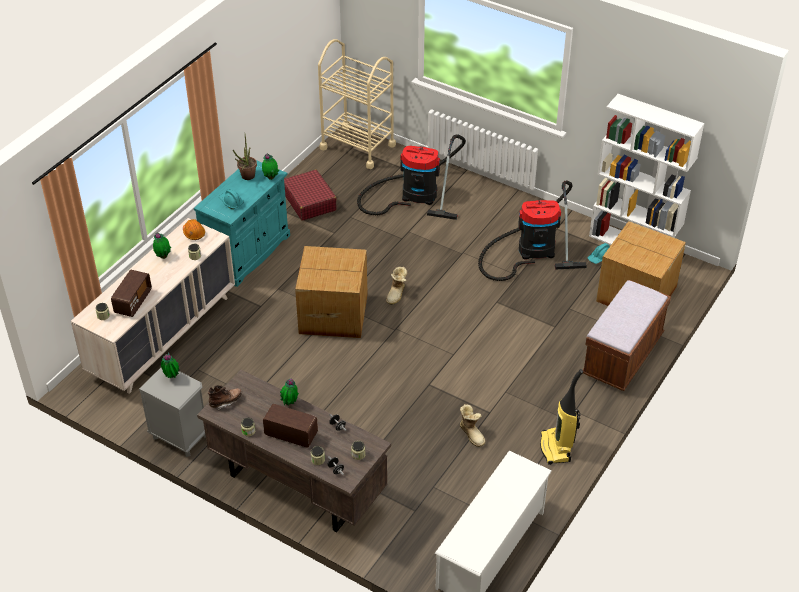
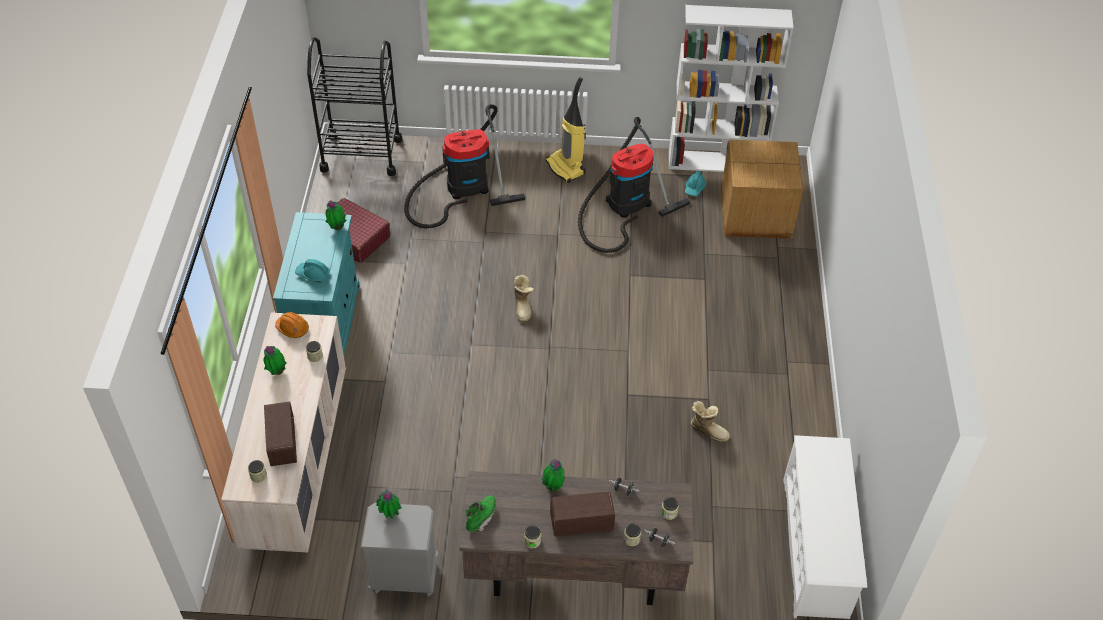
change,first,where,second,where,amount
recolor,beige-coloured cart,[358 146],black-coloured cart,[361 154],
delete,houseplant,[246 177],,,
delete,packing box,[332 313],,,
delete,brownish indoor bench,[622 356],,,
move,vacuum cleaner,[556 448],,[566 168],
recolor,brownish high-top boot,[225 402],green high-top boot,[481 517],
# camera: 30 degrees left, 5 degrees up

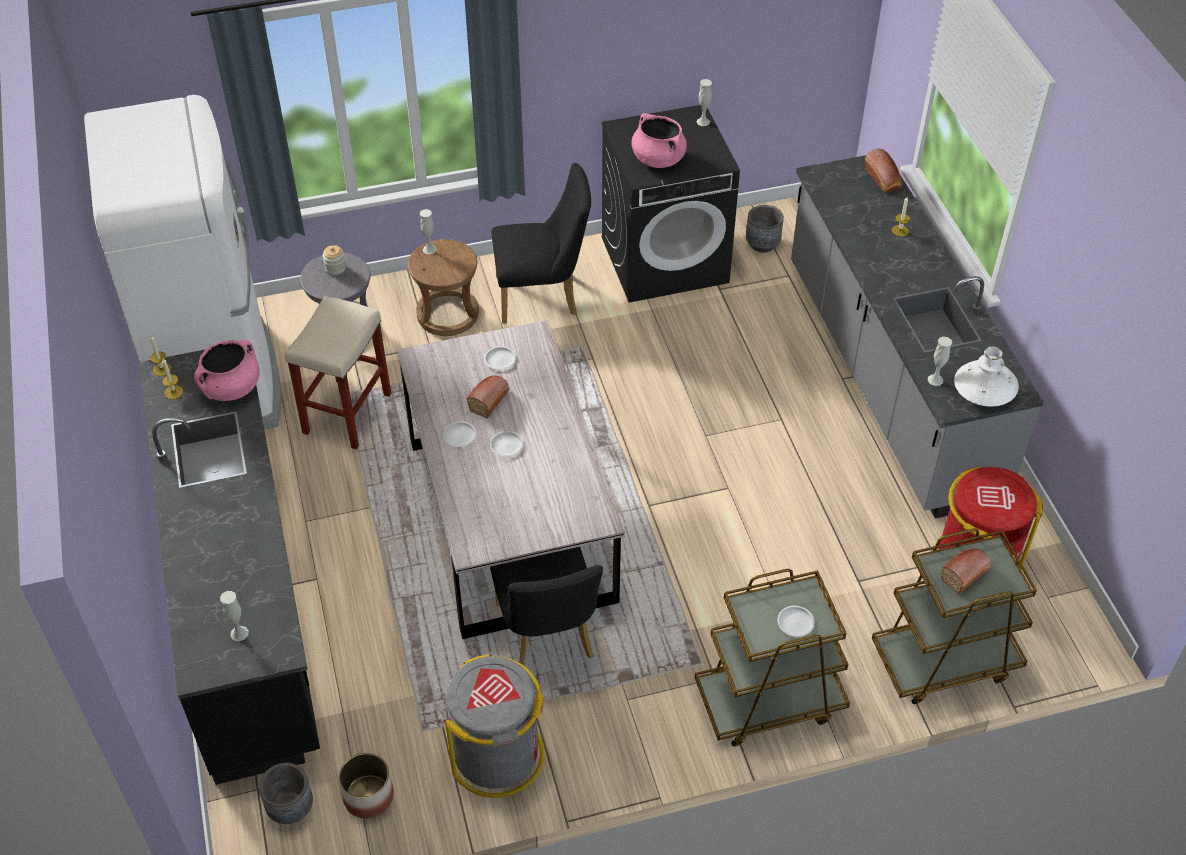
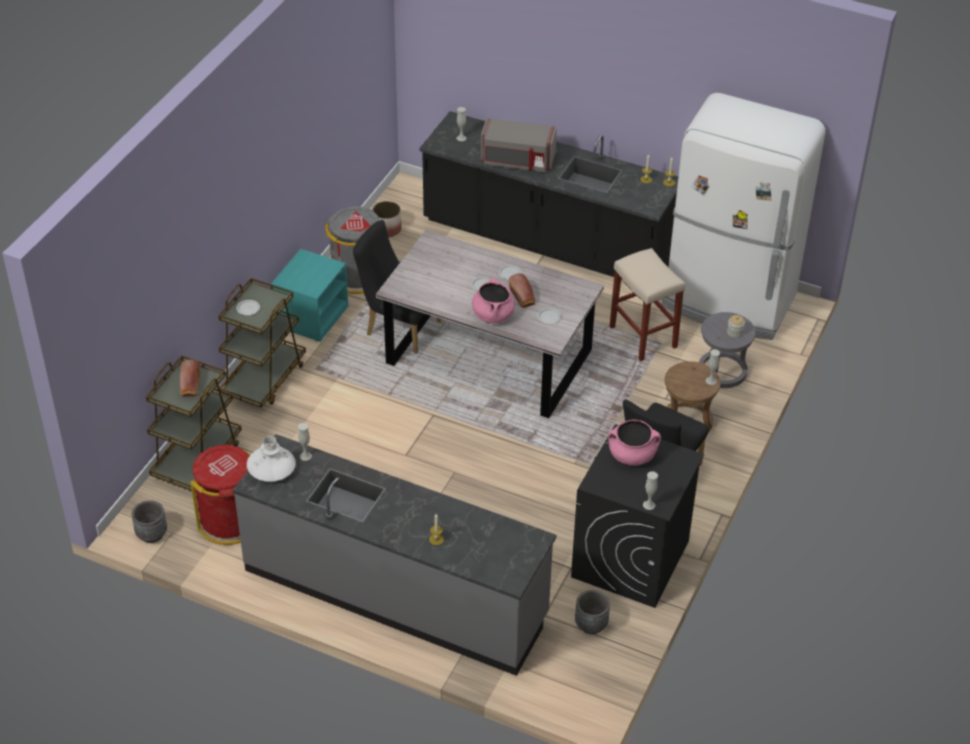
change,first,where,second,where,amount
delete,baked bread,[883 179],,,
move,pink-coloured cooking pot,[231 388],,[492 315],
move,greyish flower pot,[291 808],,[152 534],
insert,,,greyish kitchen microwave,[517 161],
insert,,,turquoise bedside table,[311 316],
# camera: 130 degrees right, 5 degrees down

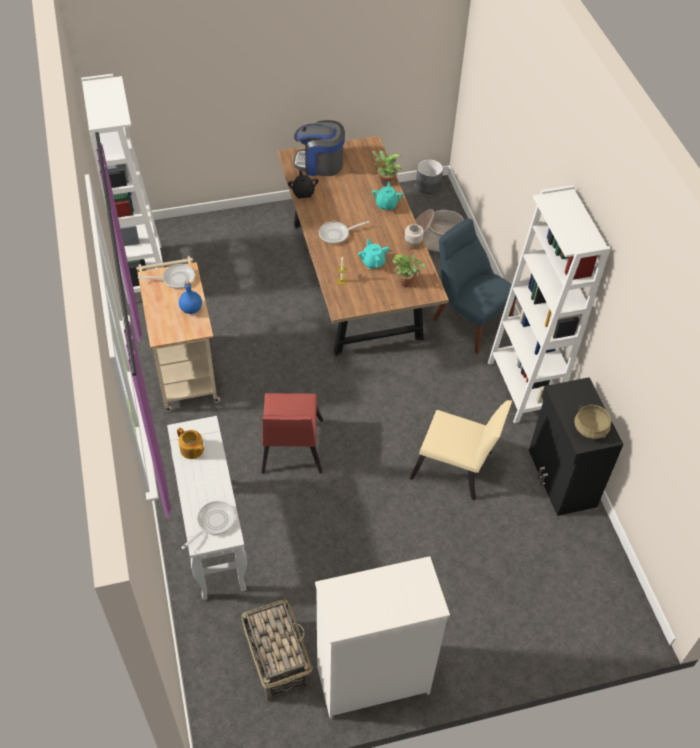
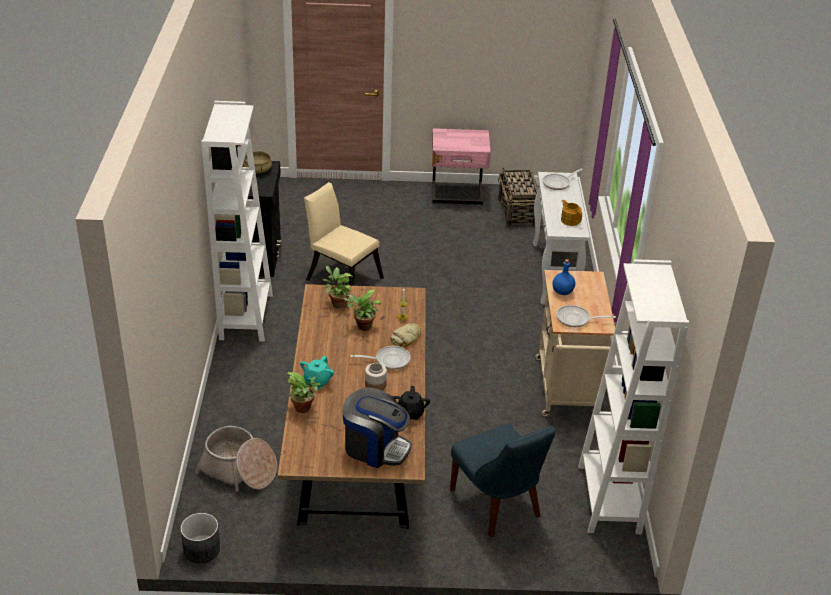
change,first,where,second,where,amount
move,blue-coloured plain chair,[468 321],,[497 505],
move,jar,[413 242],,[375 385],
replace,turquoise teapot,[373 262],houseplant,[362 327],
delete,red-coloured plain chair,[291 450],,,
replace,white chest of drawers,[371 679],pink-coloured bedside table,[457 195],
insert,,,baked bread,[406 338],
# camera: 165 degrees left, 15 degrees down

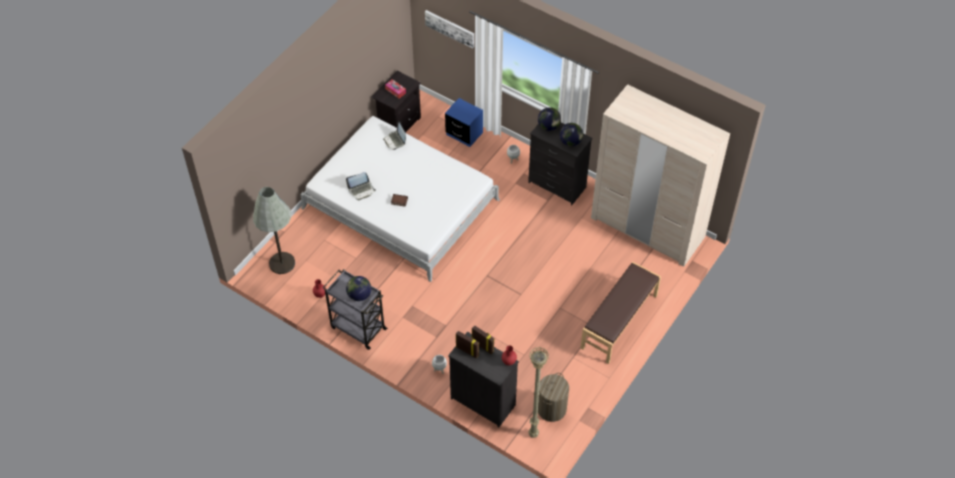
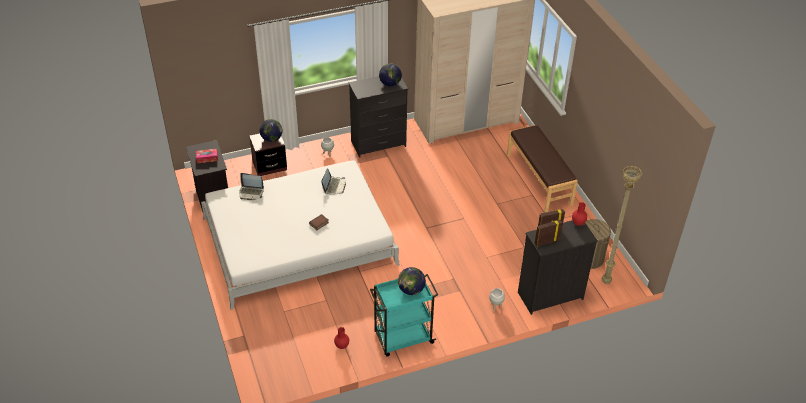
change,first,where,second,where,amount
delete,wall picture,[450 28],,,
recolor,blue-coloured bedside table,[464 134],brownish bedside table,[269 166],
move,world globe,[548 126],,[271 139],
move,laptop,[361 190],,[334 186],
delete,greyish standard lamp,[282 263],,,
recolor,greyish cart,[357 327],turquoise cart,[402 338],
# camera: 55 degrees left, 10 degrees down

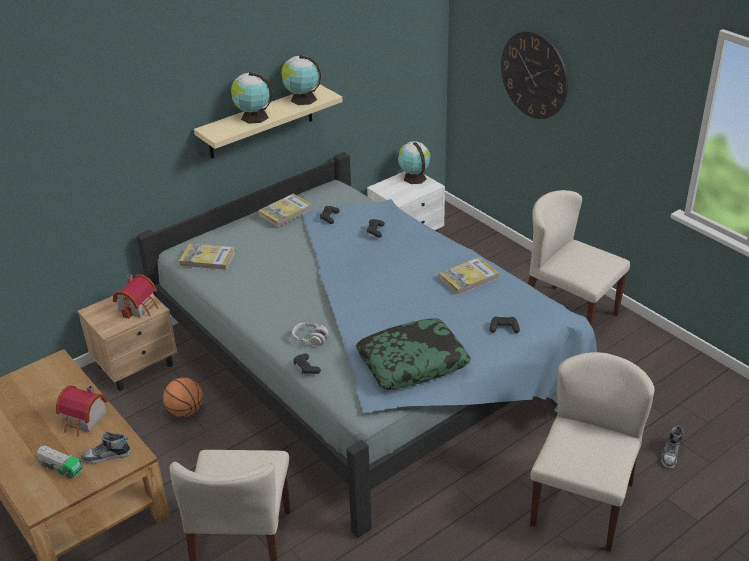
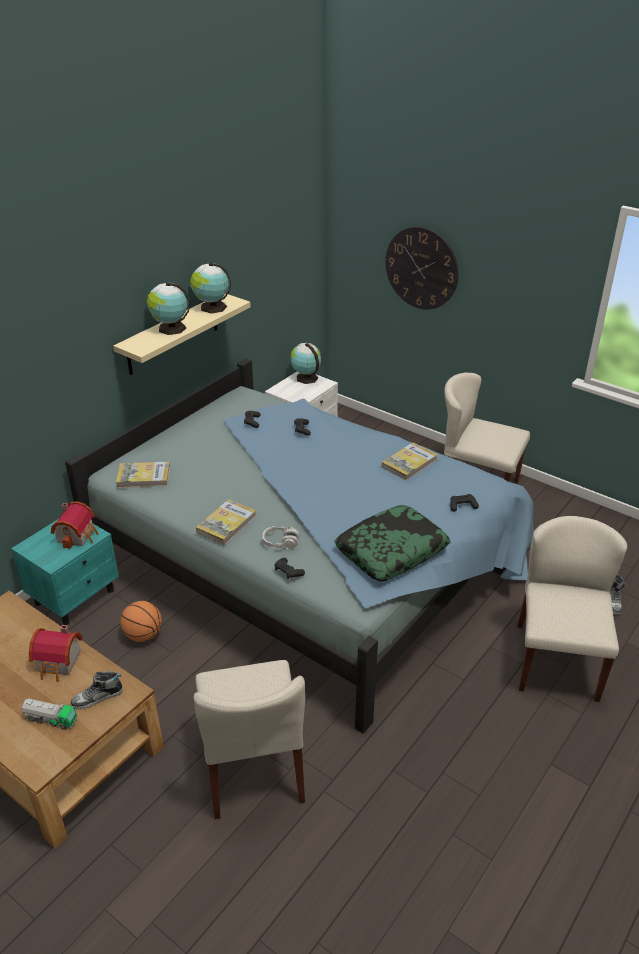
change,first,where,second,where,amount
move,volume,[285 212],,[226 524],
recolor,beige-coloured bedside table,[137 365],turquoise bedside table,[76 596],
# camera: 15 degrees left, 0 degrees up

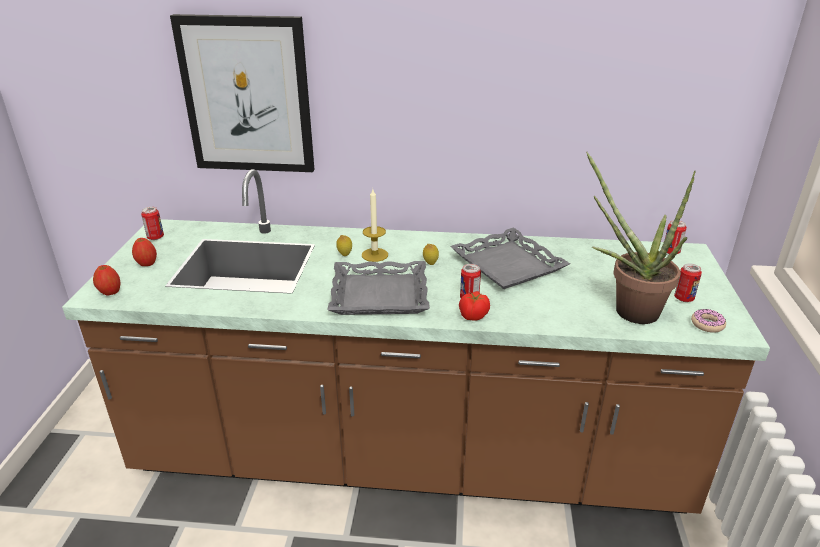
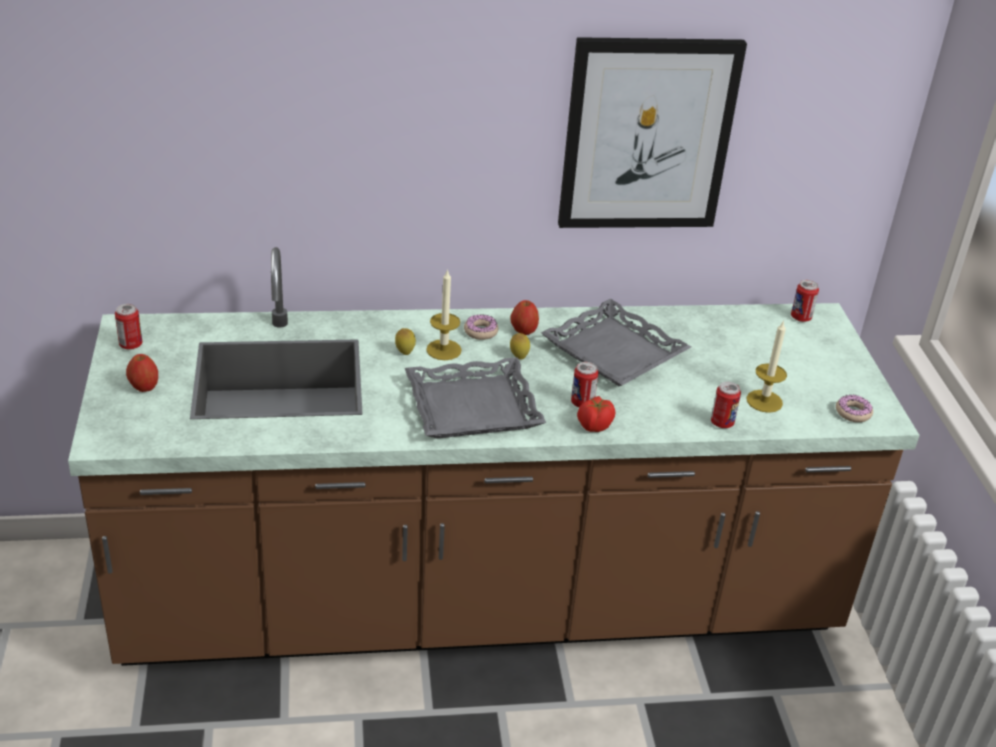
change,first,where,second,where,amount
move,wall picture,[247 96],,[647 134],
replace,houseplant,[627 309],wax light,[764 401],
move,sealed can,[683 298],,[722 423],
move,whole apple,[110 292],,[523 331],
insert,,,ring doughnut,[480 331],
# camera: 15 degrees left, 5 degrees up

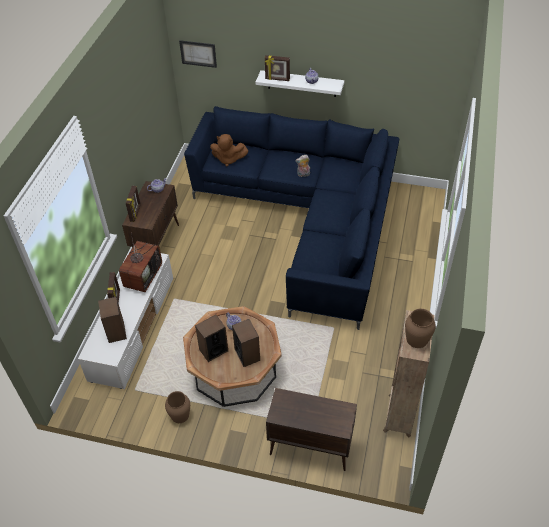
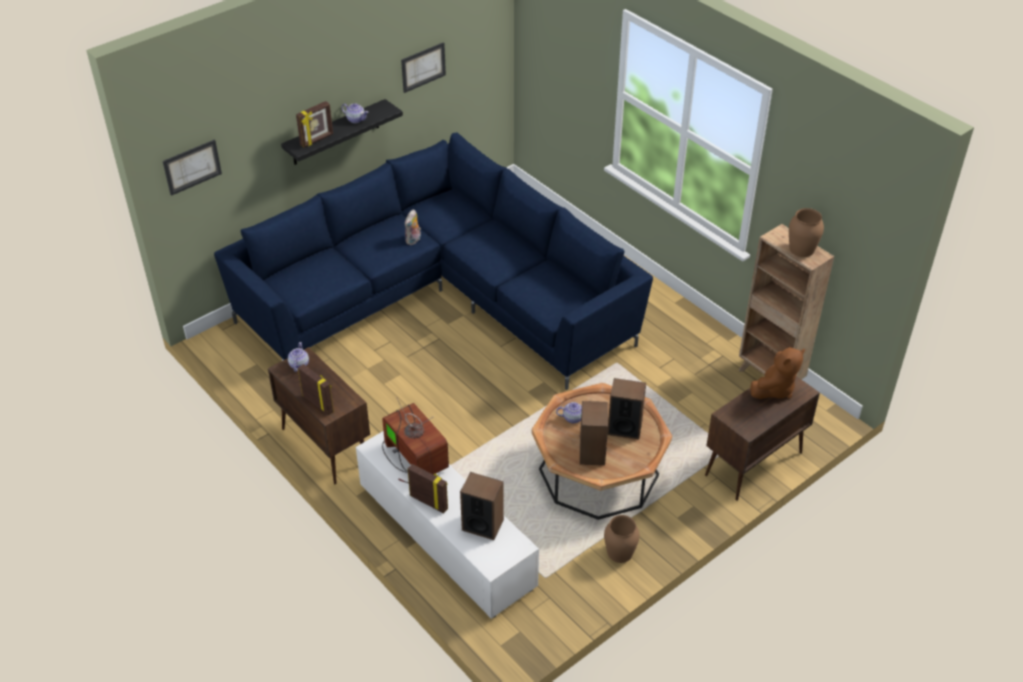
change,first,where,second,where,amount
recolor,white wall shelf,[302 83],black-coloured wall shelf,[335 133],
move,brownish cuddly toy,[228 159],,[774 389],
insert,,,wall picture,[423 67],
# camera: 55 degrees left, 5 degrees down

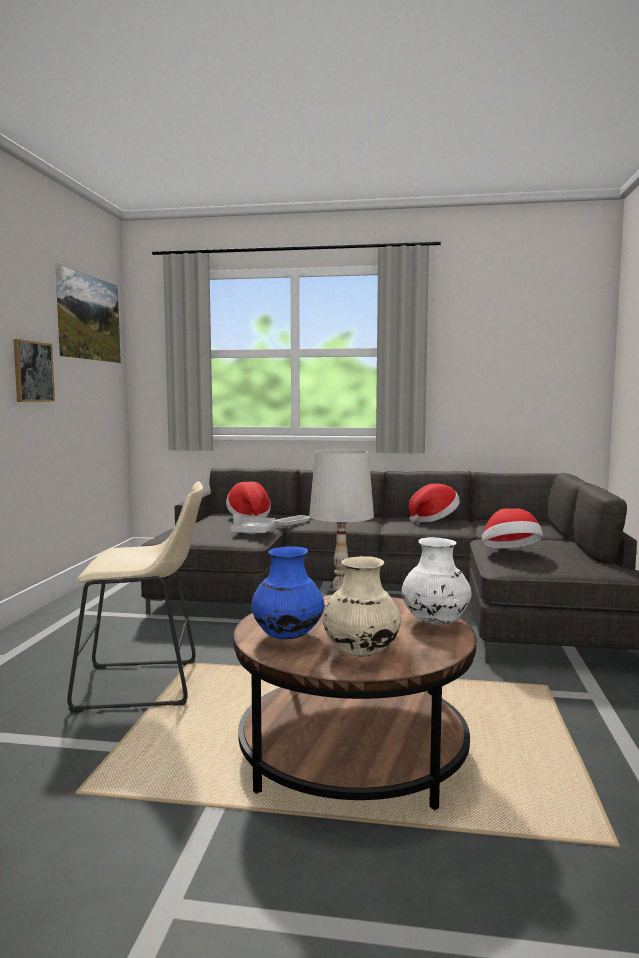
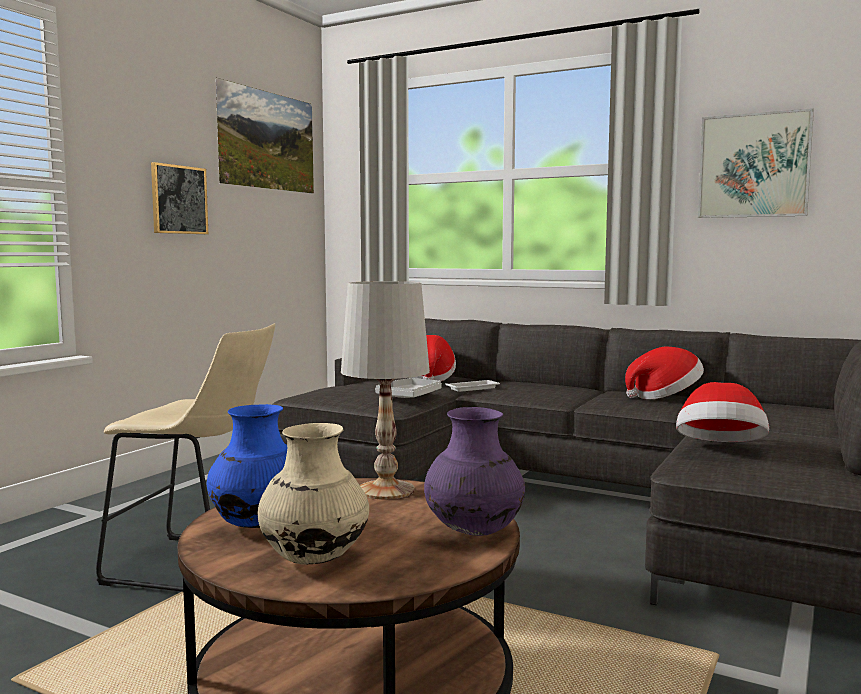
change,first,where,second,where,amount
recolor,white vase,[435 622],purplish vase,[473 532],
insert,,,wall picture,[753 165],
# camera: 20 degrees right, 0 degrees up

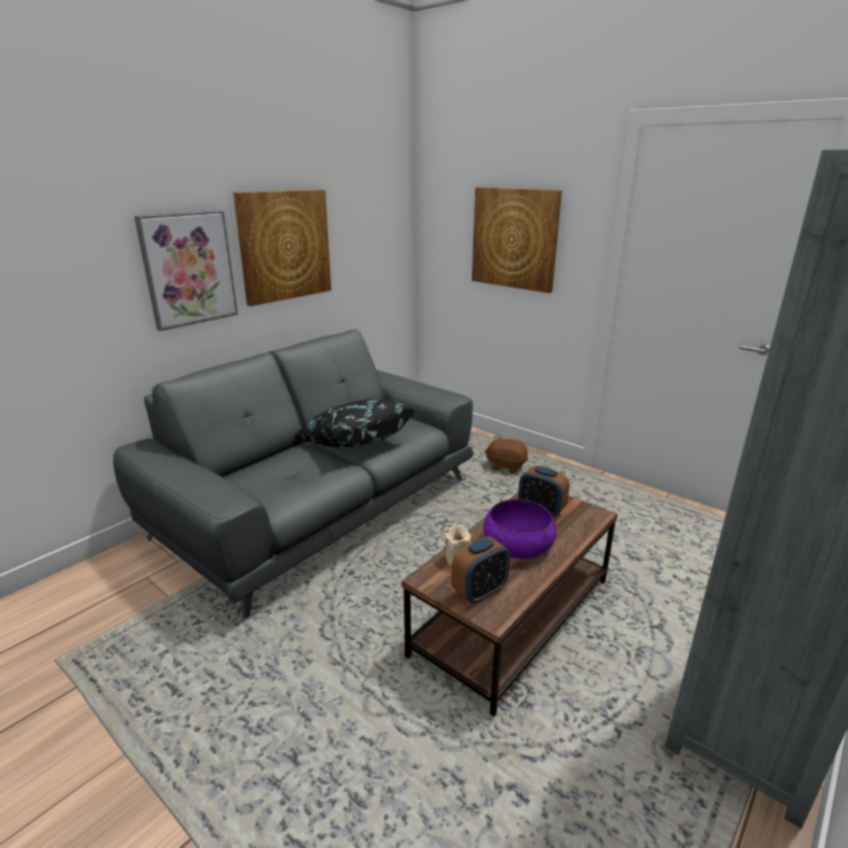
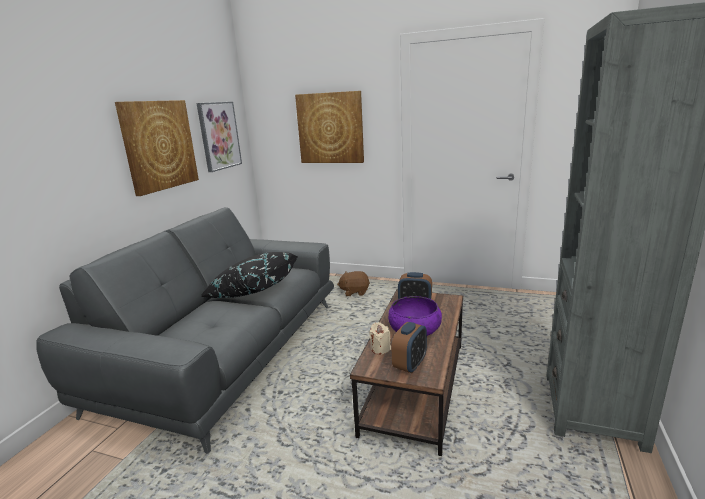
change,first,where,second,where,amount
move,wall picture,[188 269],,[219 136],
# camera: 20 degrees left, 5 degrees down

